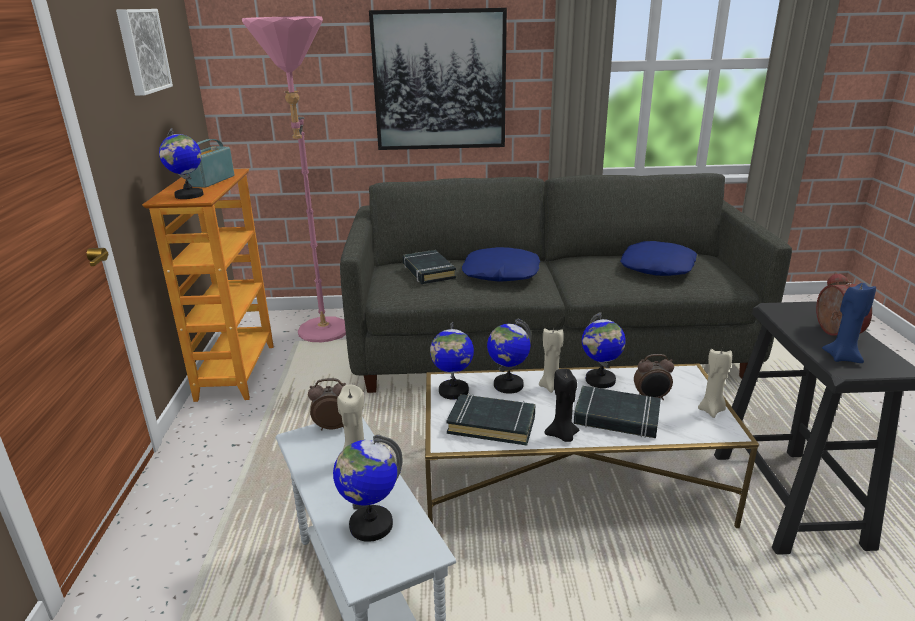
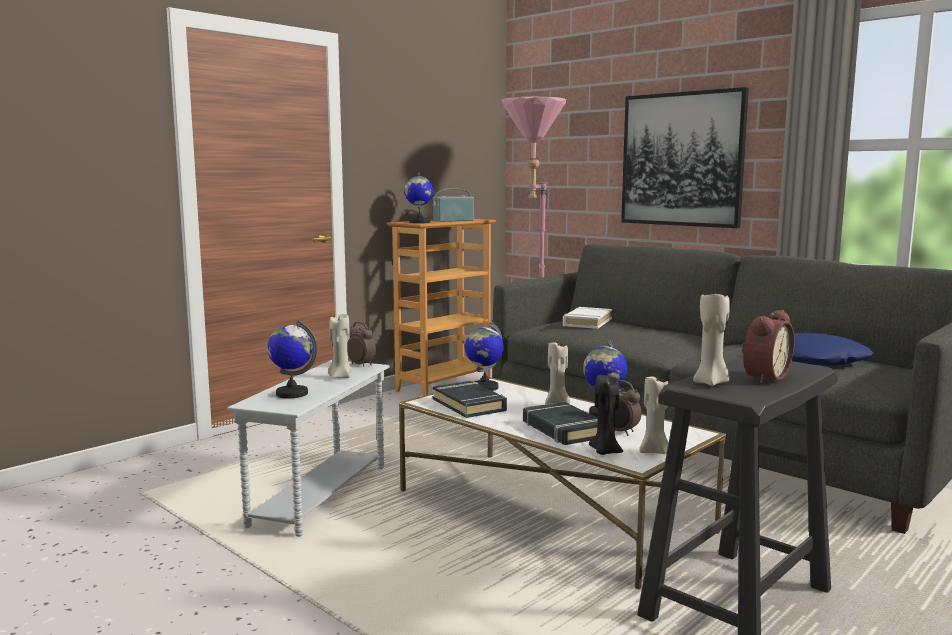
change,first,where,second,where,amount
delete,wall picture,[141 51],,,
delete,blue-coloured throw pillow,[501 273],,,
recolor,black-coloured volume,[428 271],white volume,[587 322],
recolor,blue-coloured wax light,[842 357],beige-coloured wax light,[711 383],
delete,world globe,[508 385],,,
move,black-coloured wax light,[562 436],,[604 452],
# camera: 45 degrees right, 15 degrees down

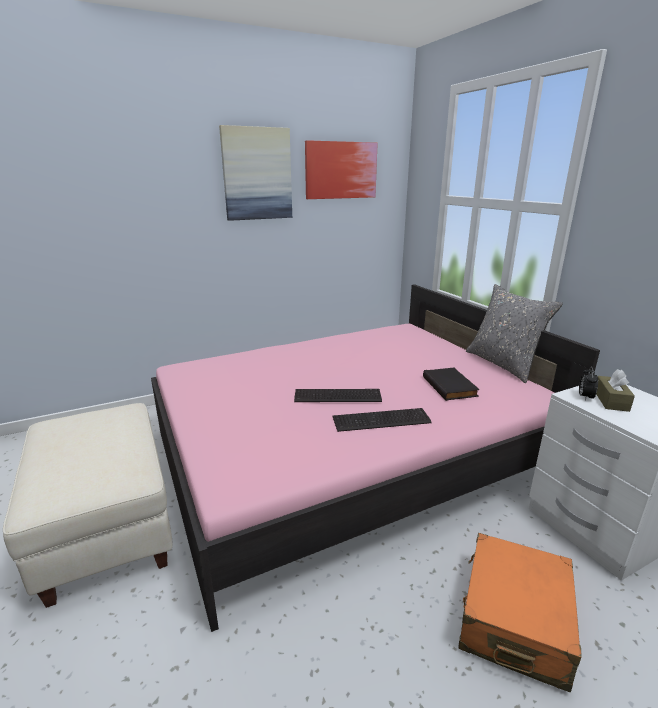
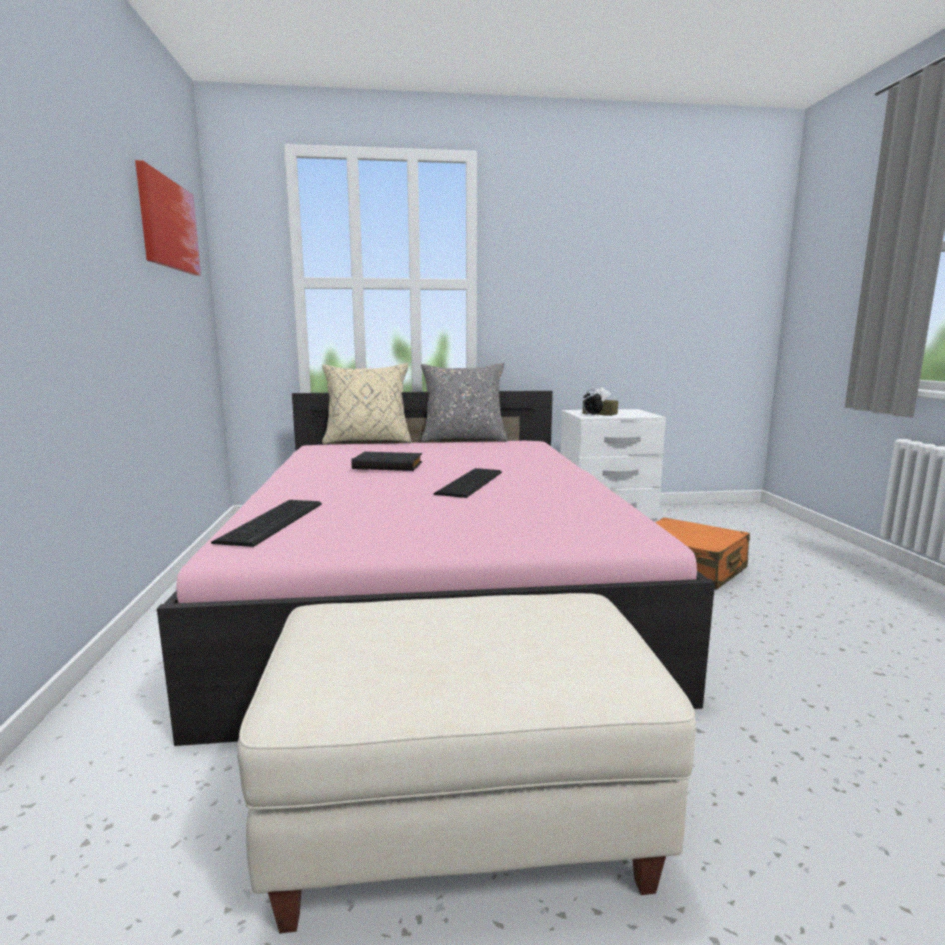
change,first,where,second,where,amount
delete,wall picture,[257 174],,,
move,black-coloured volume,[450 386],,[389 465],
move,PC keyboard,[382 420],,[275 521],
insert,,,beige-coloured throw pillow,[367 441],
# camera: 70 degrees left, 10 degrees down

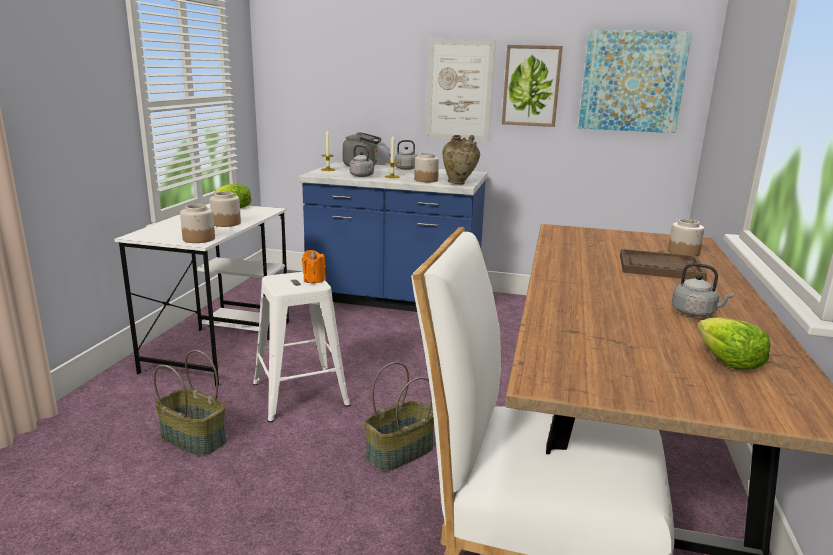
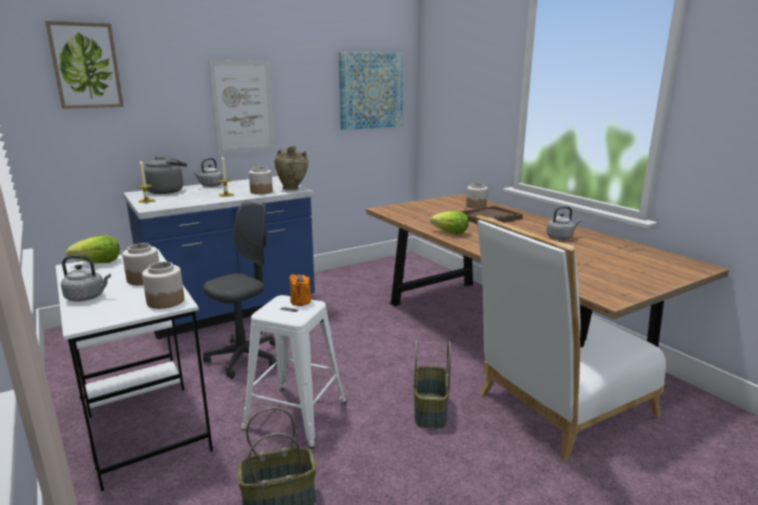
change,first,where,second,where,amount
move,wall picture,[531 86],,[86 66],
move,greyish kettle,[363 176],,[87 297],
move,lettuce head,[728 361],,[450 232],
insert,,,greyish desk chair,[244 358],
# camera: 45 degrees left, 0 degrees up

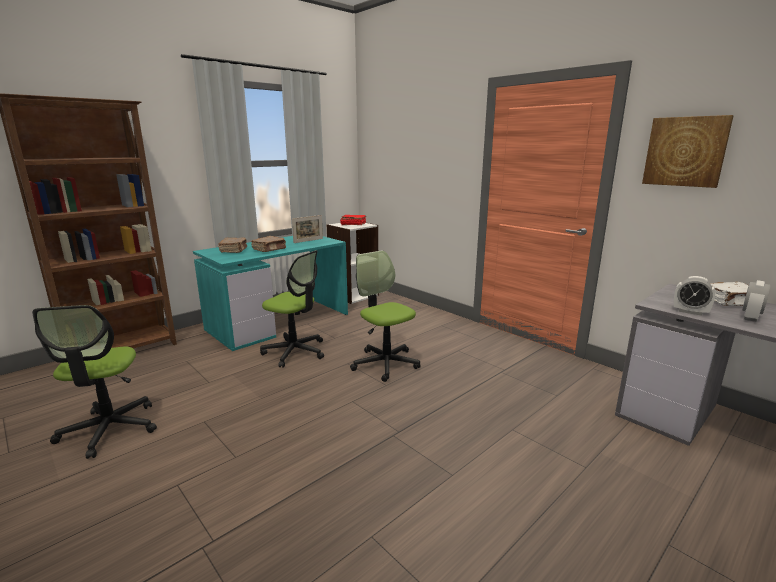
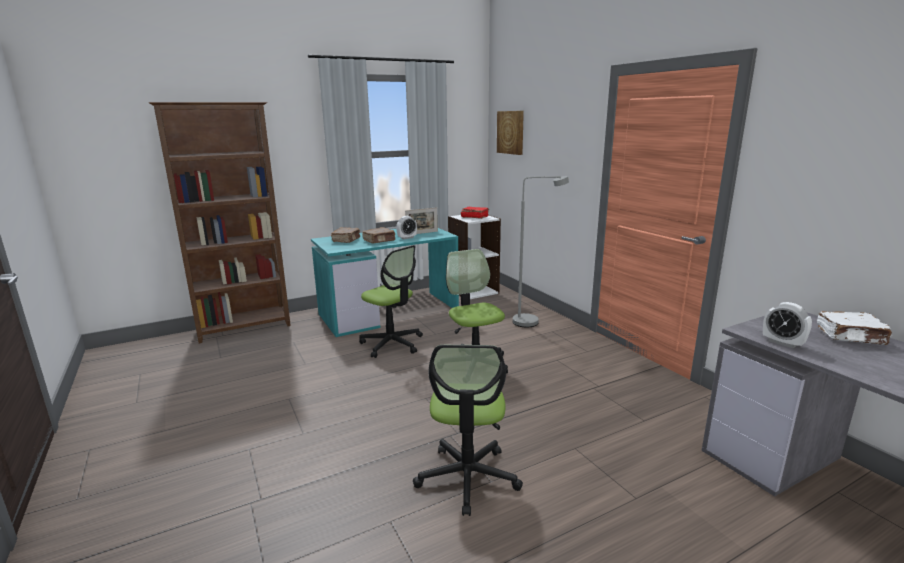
change,first,where,second,where,amount
move,wall picture,[685 151],,[511 132],
move,bedside clock,[750 317],,[407 238],
move,desk chair,[109 429],,[467 477],
insert,,,greyish standard lamp,[532 321],
# camera: 15 degrees right, 0 degrees up

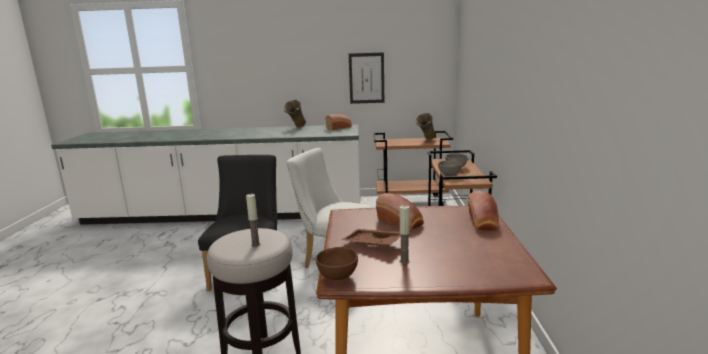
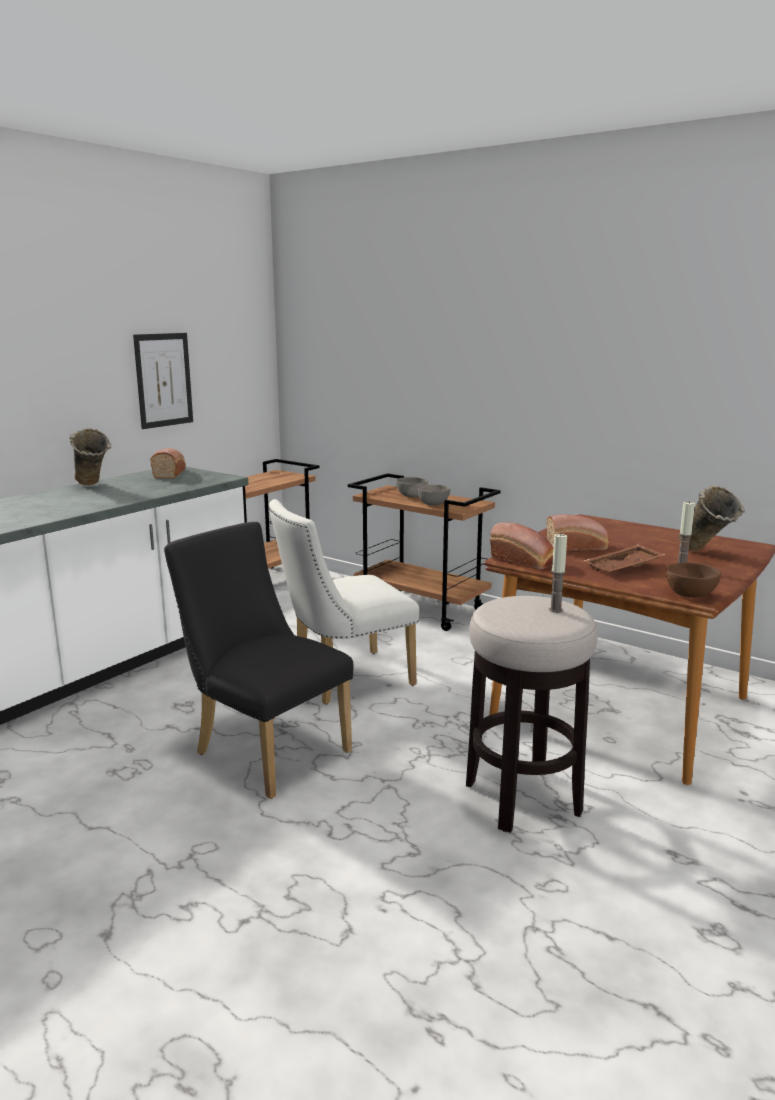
change,first,where,second,where,amount
move,beige-coloured vase,[426 140],,[705 555],
move,baked bread,[483 222],,[524 561],
# camera: 55 degrees left, 0 degrees up

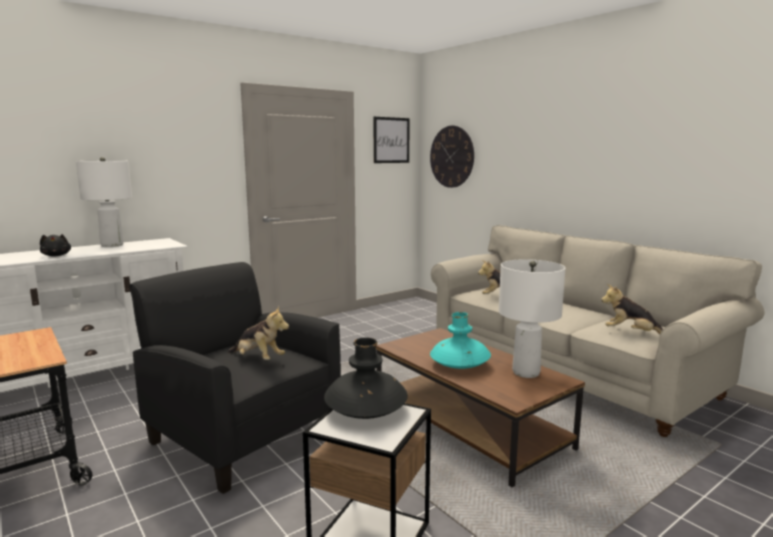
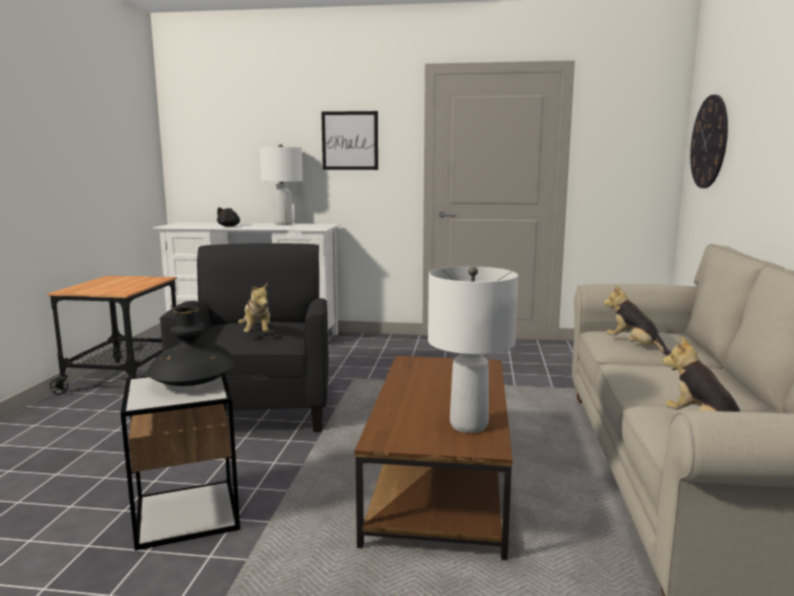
change,first,where,second,where,amount
move,wall picture,[391 140],,[350 140],
delete,turquoise vase,[459 365],,,
# camera: 45 degrees right, 0 degrees up

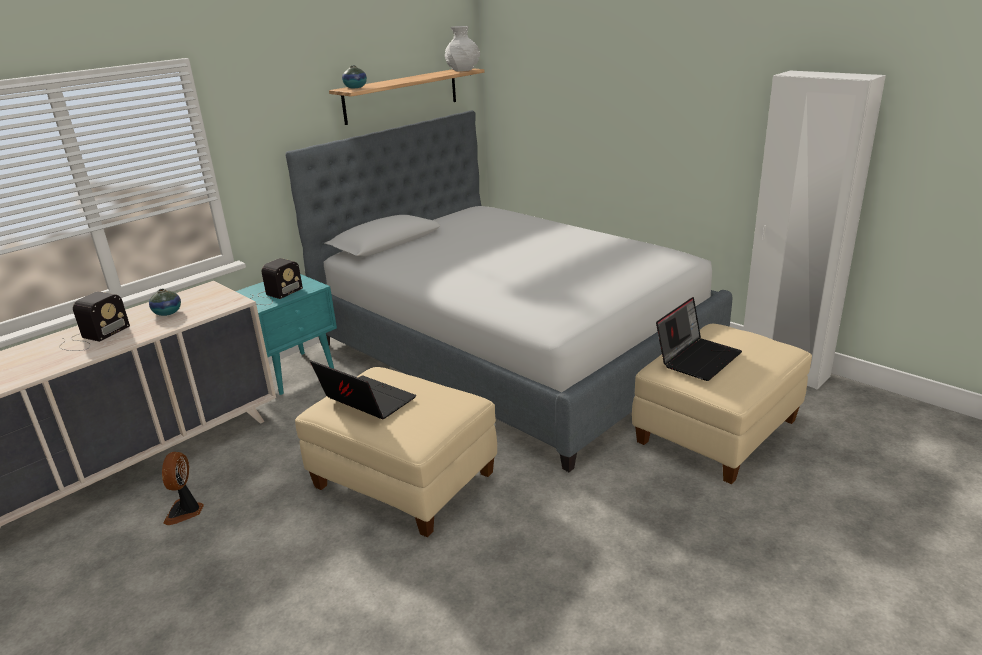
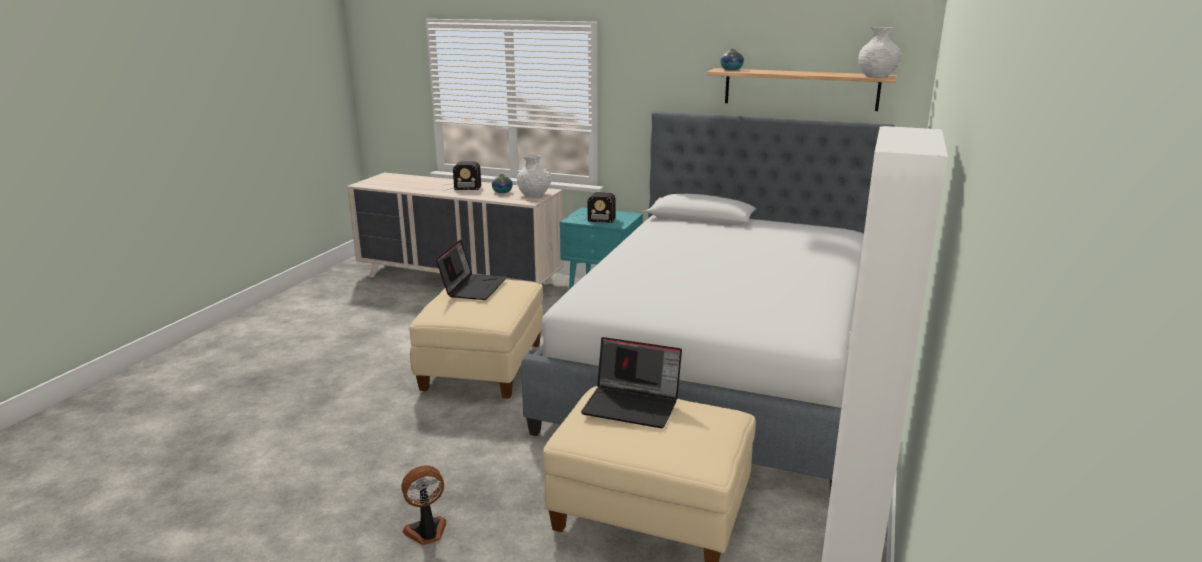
change,first,where,second,where,amount
move,fan,[185 511],,[427 532],
insert,,,white vase,[535 195],
# camera: 65 degrees right, 5 degrees down

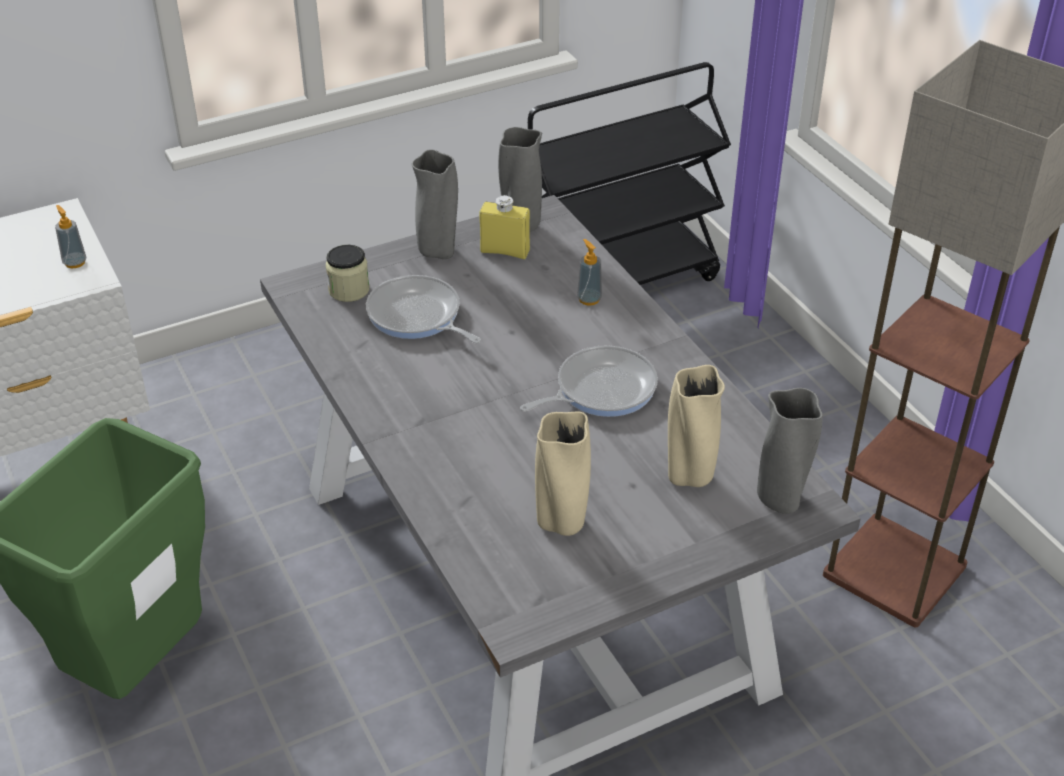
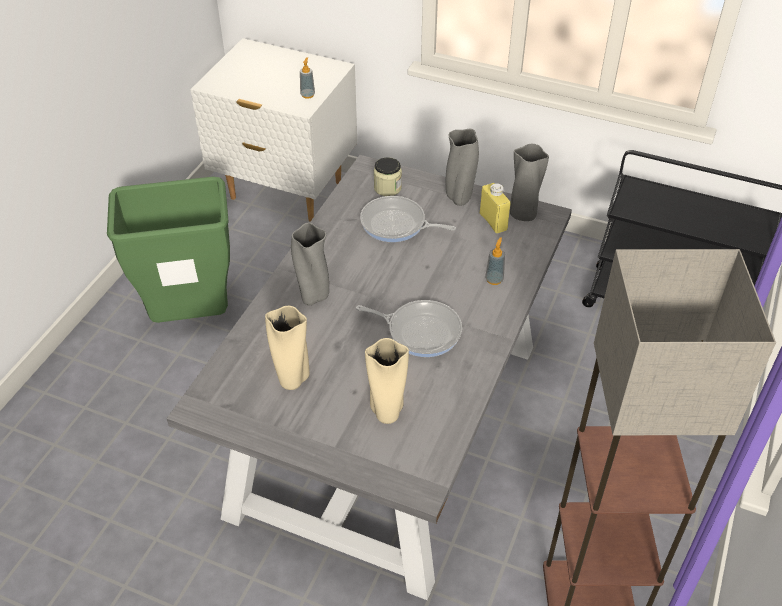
change,first,where,second,where,amount
rotate,pan,[417 316],,[396 224],75 degrees counterclockwise
move,greyish vase,[781 500],,[313 297],
# camera: 50 degrees right, 5 degrees up

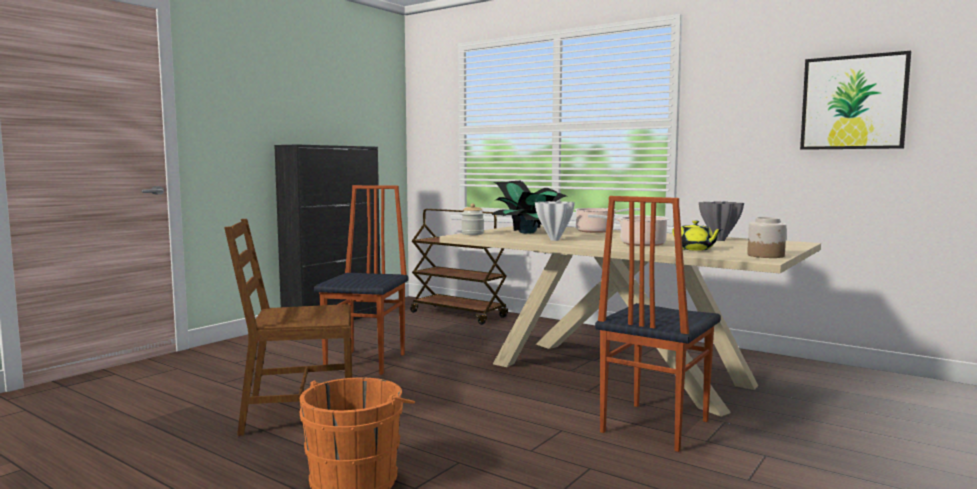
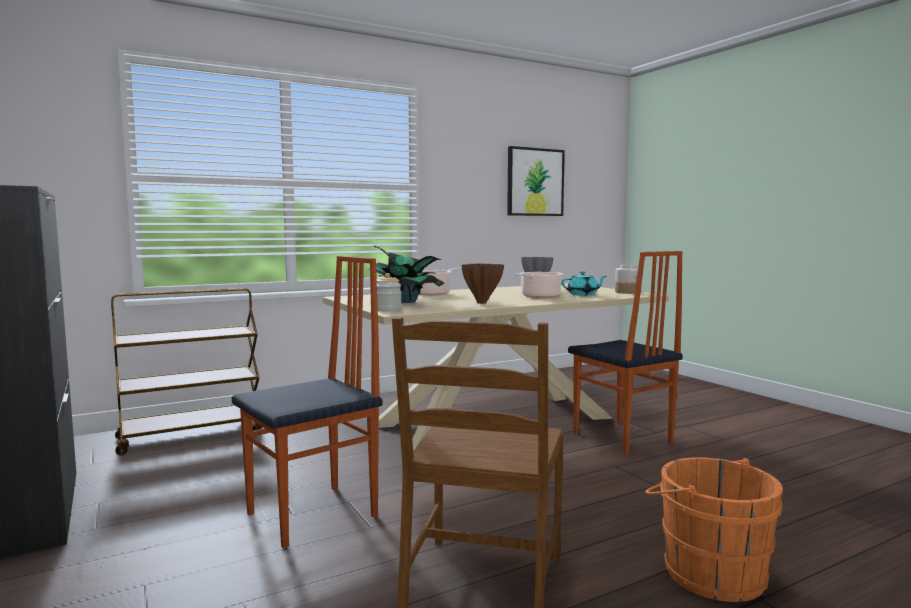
change,first,where,second,where,amount
rotate,plain chair,[367 362],,[314 515],105 degrees clockwise
recolor,white vase,[554 240],brownish vase,[481 303],
recolor,yellow teapot,[695 249],turquoise teapot,[583 294],
# camera: 65 degrees left, 0 degrees up

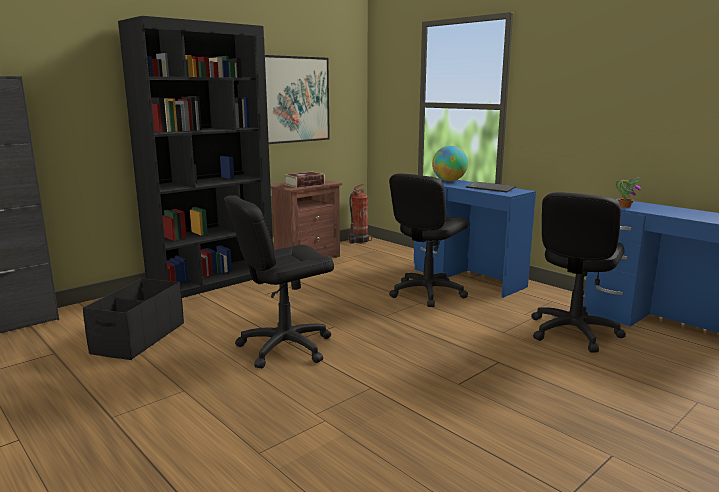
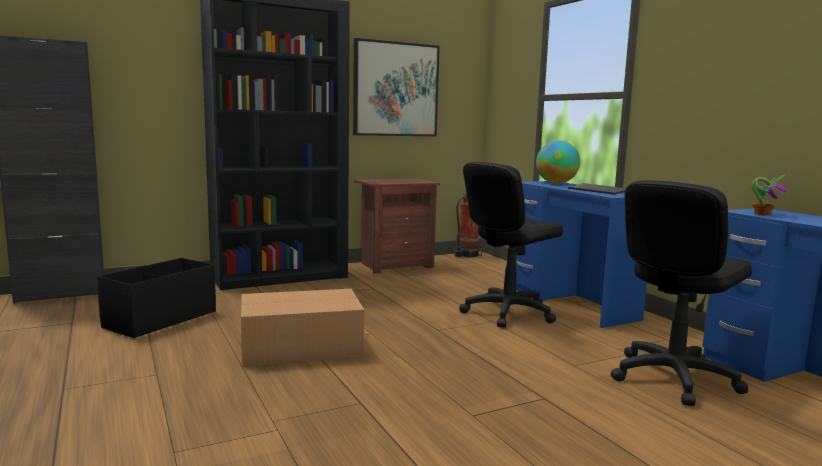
change,first,where,second,where,amount
delete,volume,[304 184],,,
replace,black-coloured desk chair,[285 347],packing box,[299 347],
# camera: 15 degrees right, 5 degrees down

